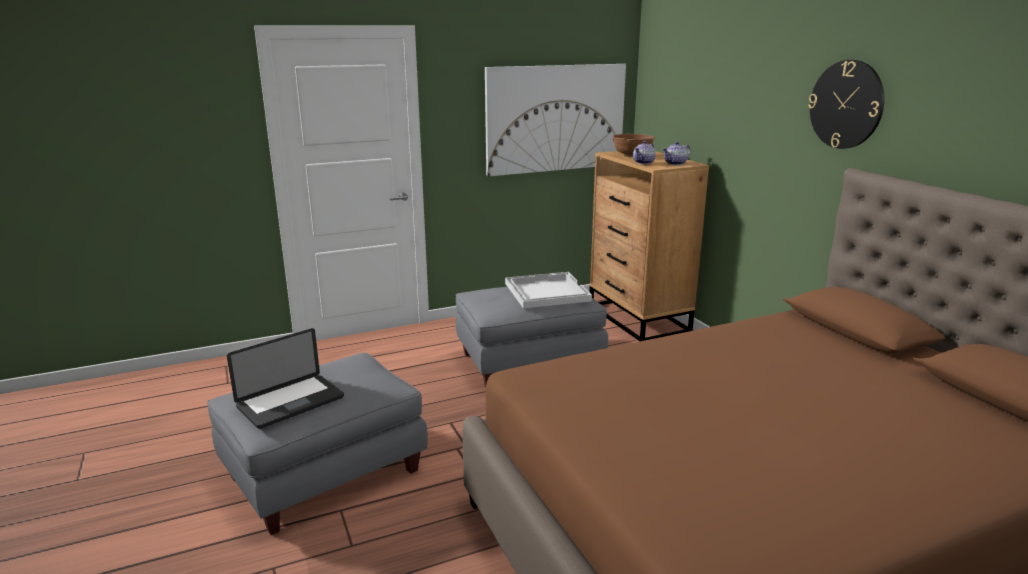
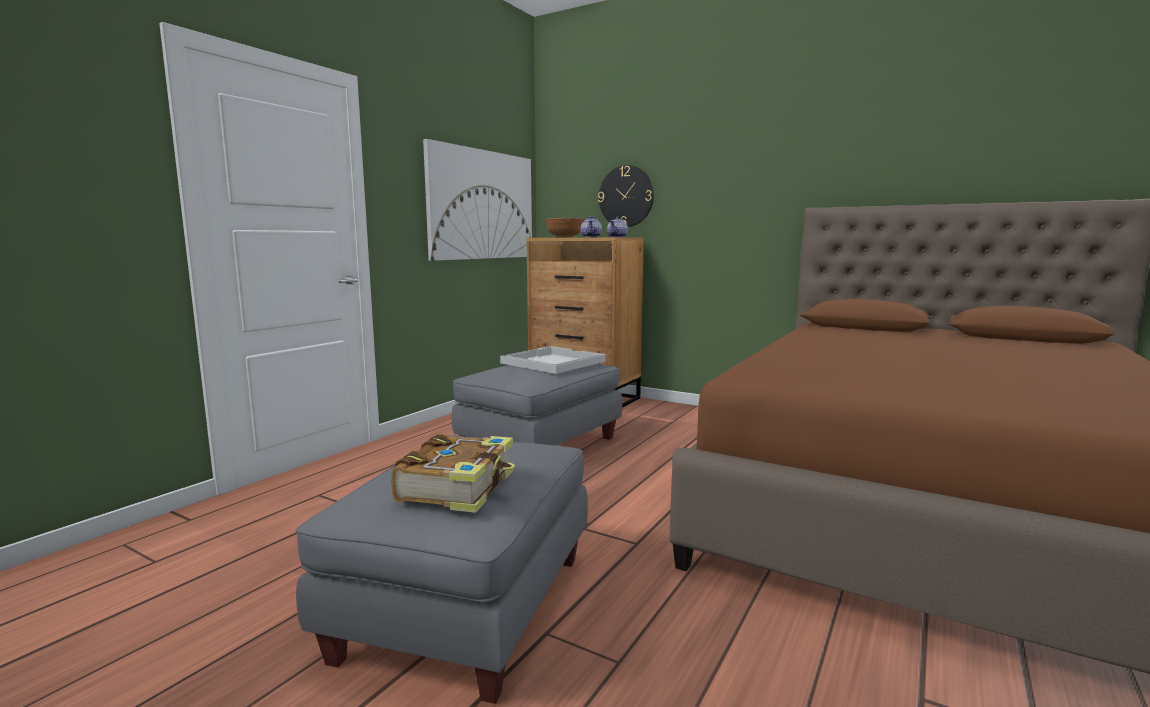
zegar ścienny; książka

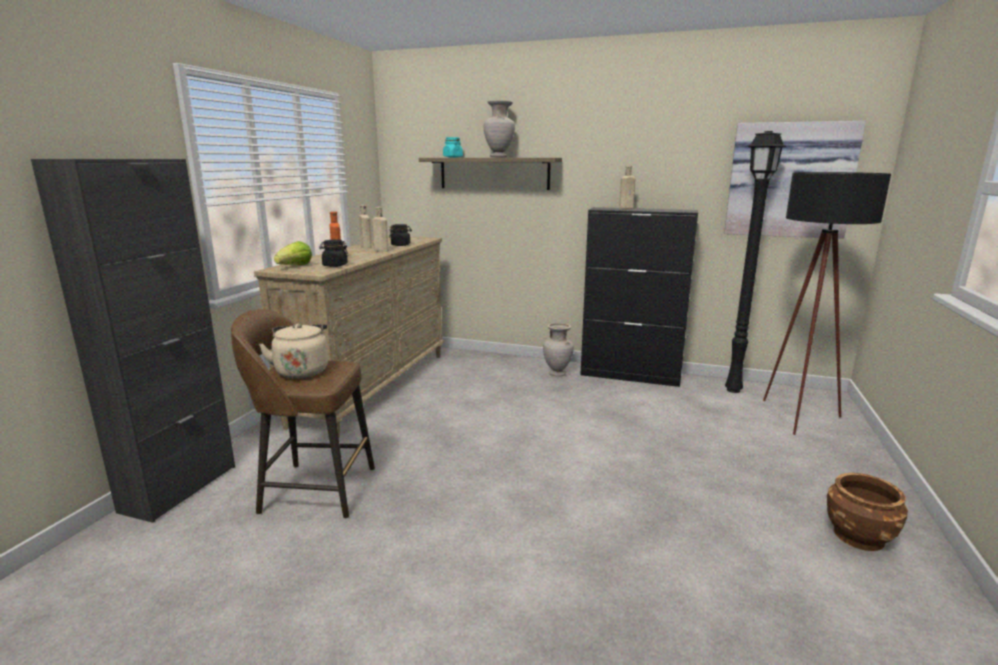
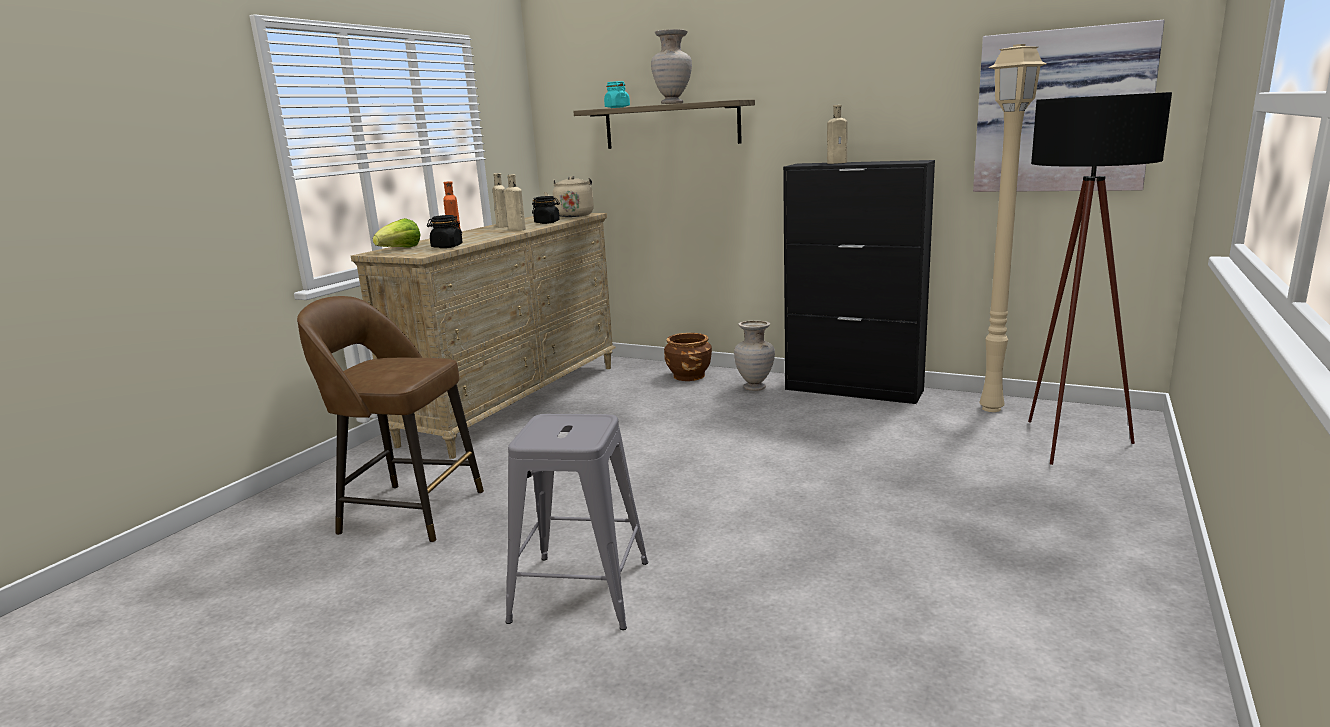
lampa stojąca [beżowy]; szafka [czarny] (1st from left in the first image); czajnik [beżowy]; donica [brązowy]; stołek [szary]

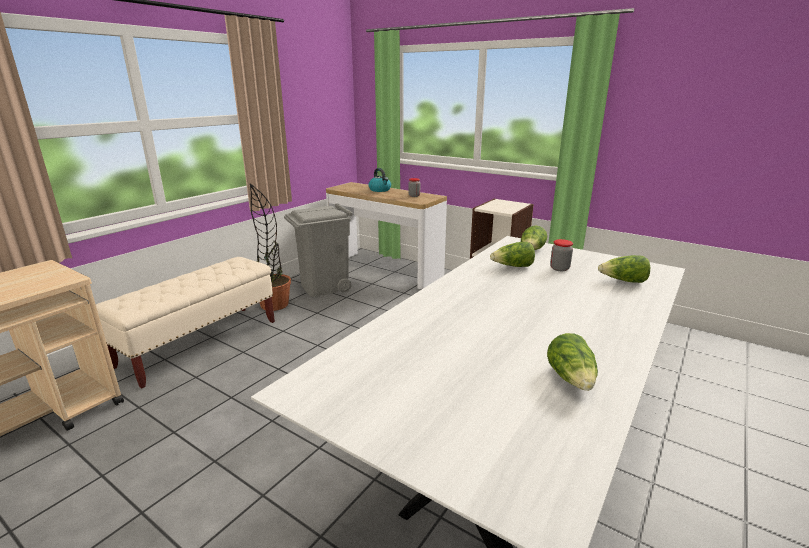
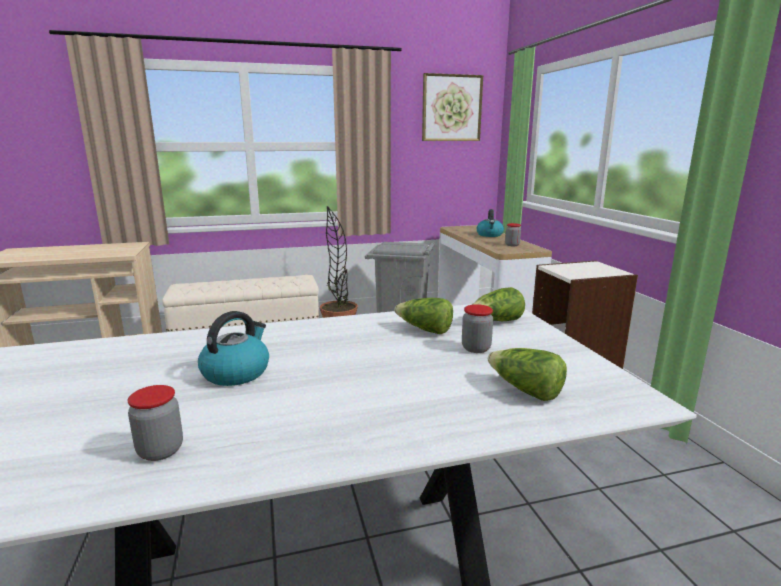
słoik (1st from left); obraz; czajnik (1st from left)

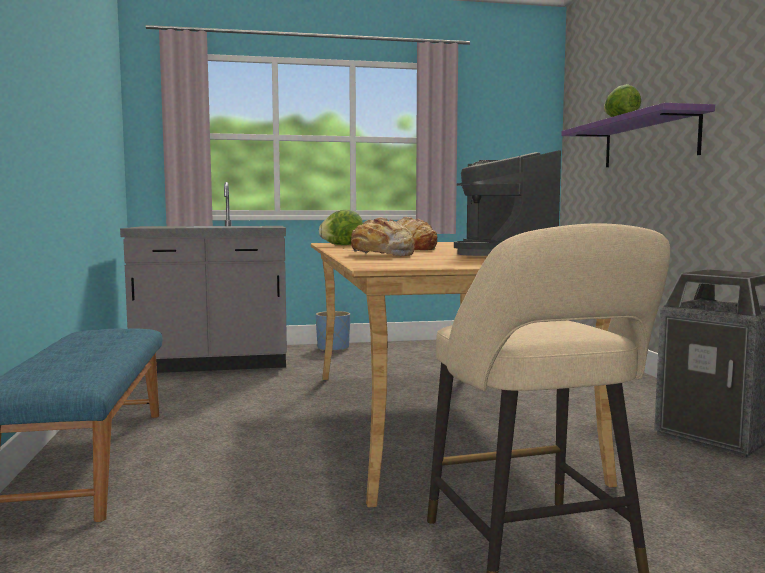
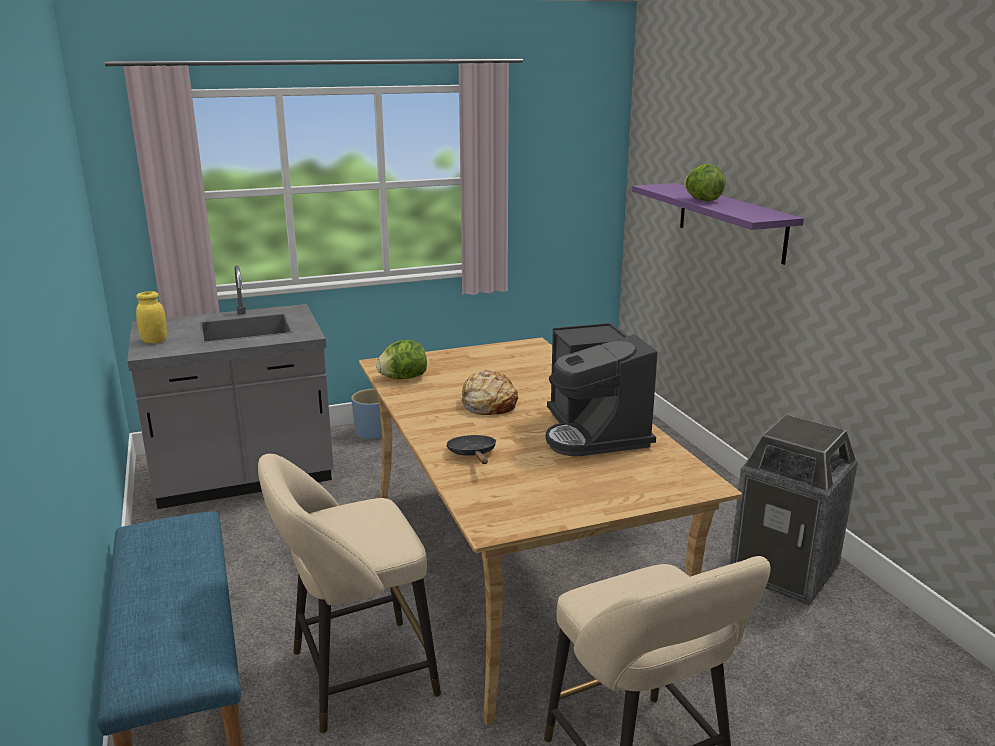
patelnia [czarny]; słoik [żółty]; stołek [beżowy] (1st from left)

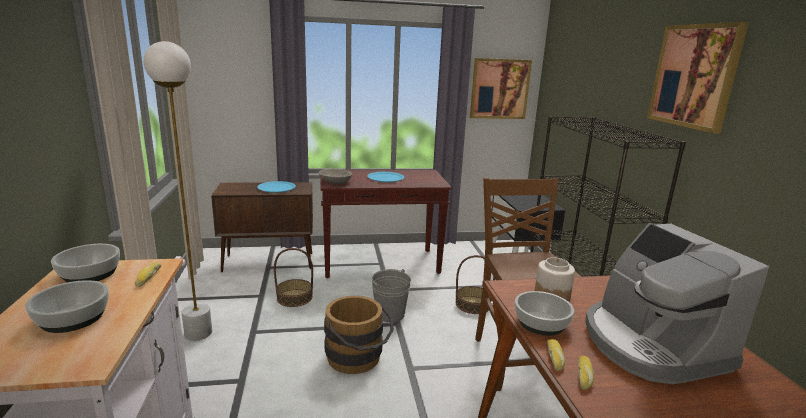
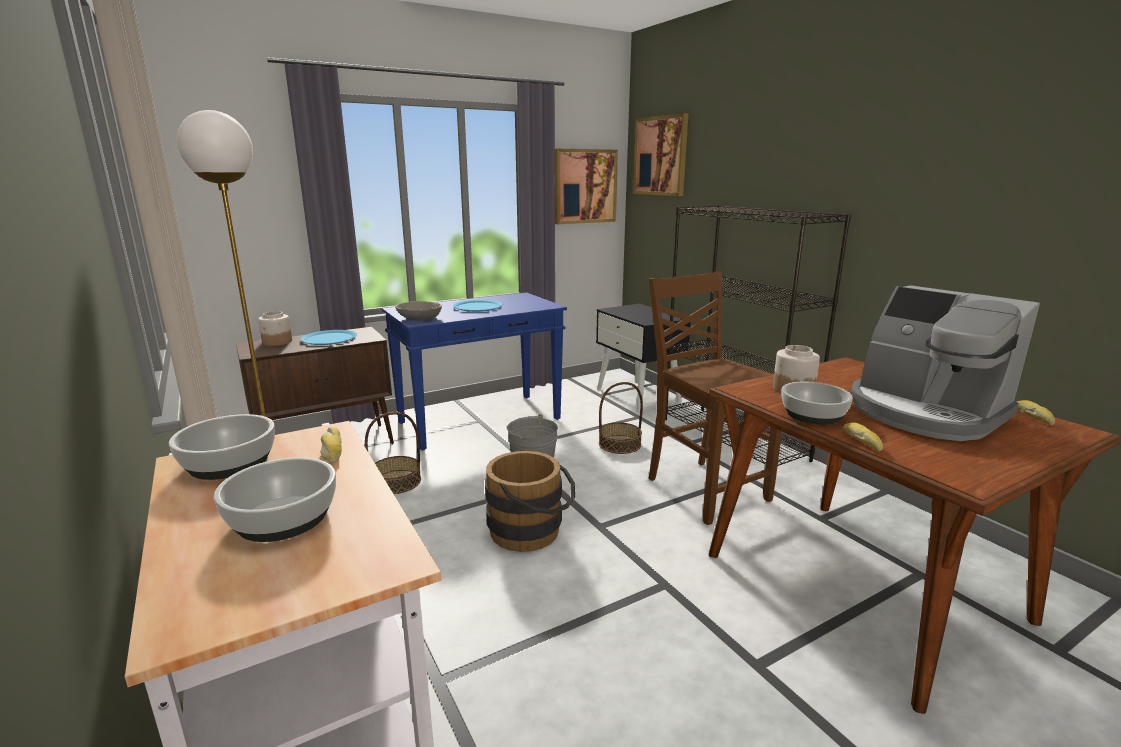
obraz (2nd from left); stolik konsolowy [niebieski]; chleb (3rd from left); słoik (1st from left)

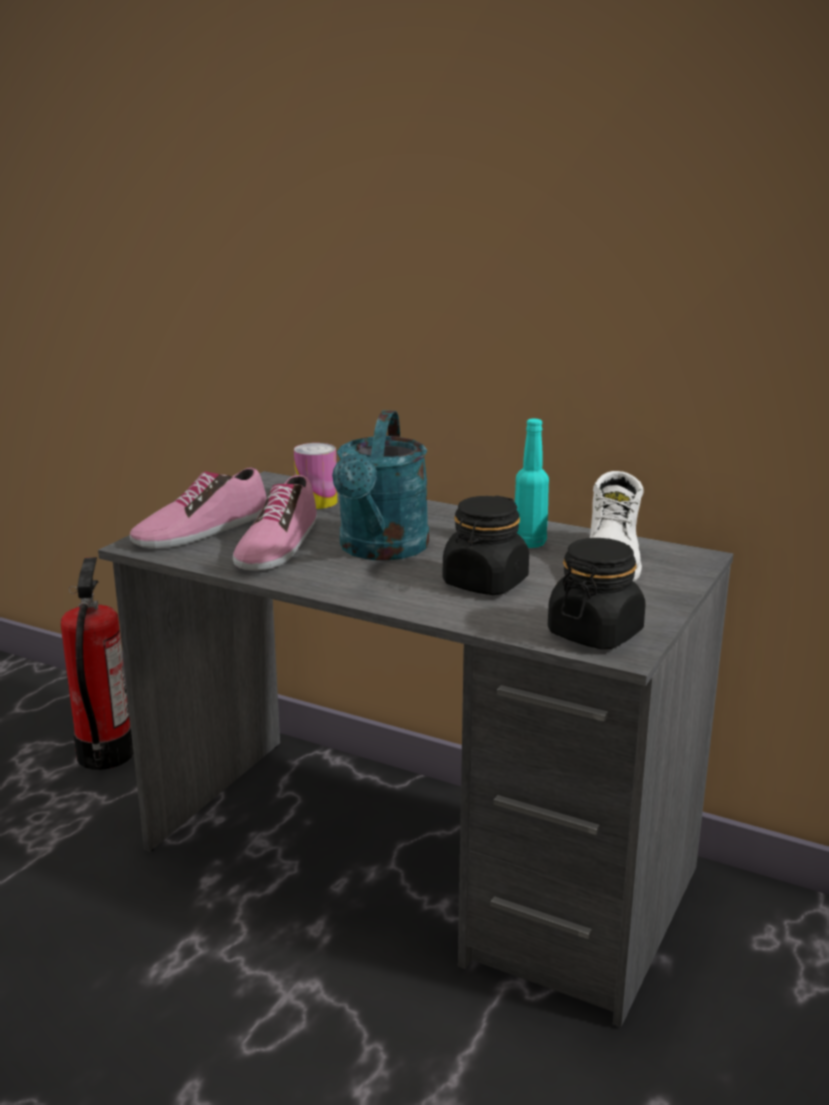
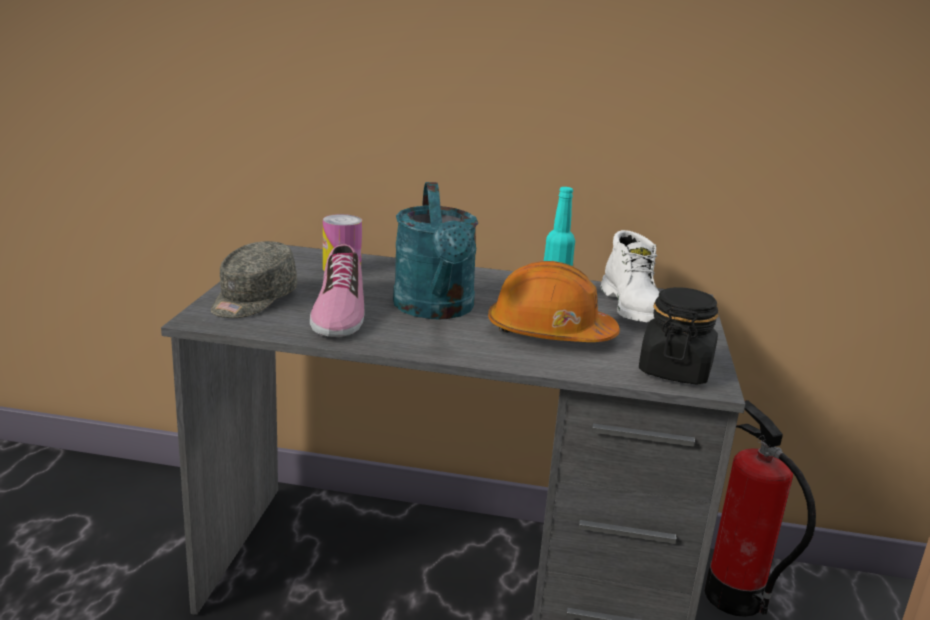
czapka z daszkiem [szary]; kask [pomarańczowy]; gaśnica

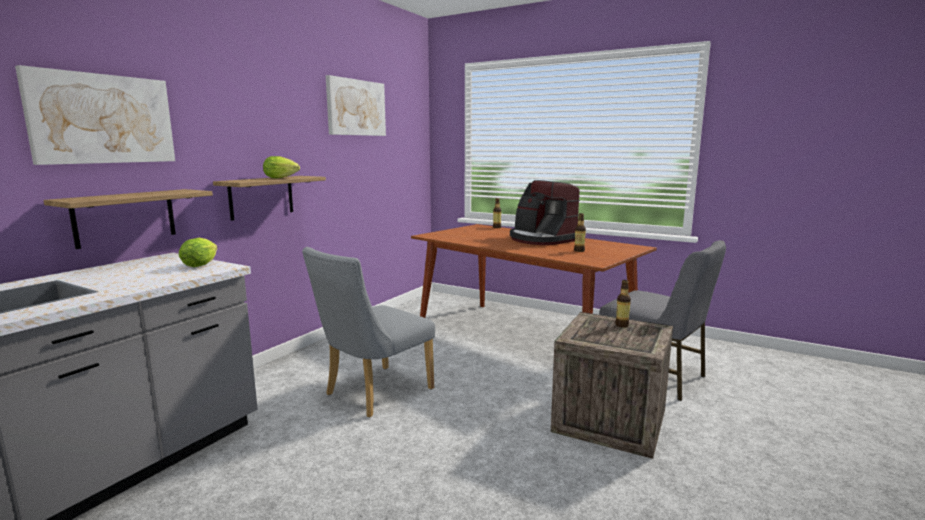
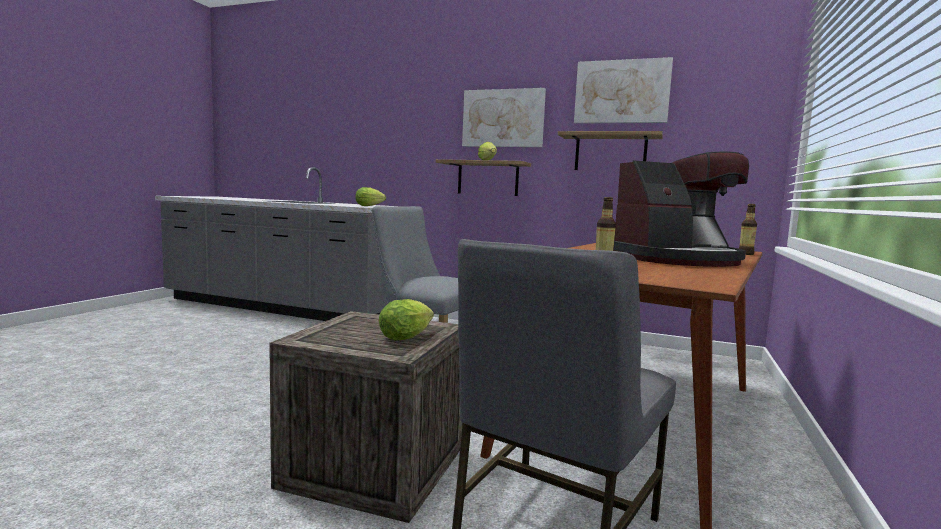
obraz (1st from left); ekspres do kawy; półka (2nd from left); sałata (2nd from left)

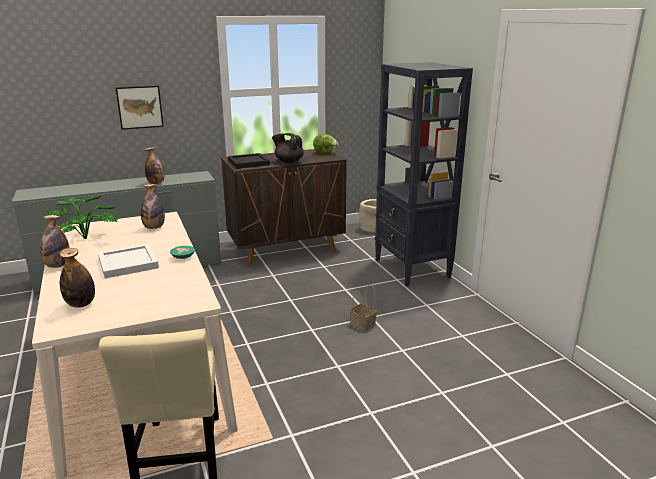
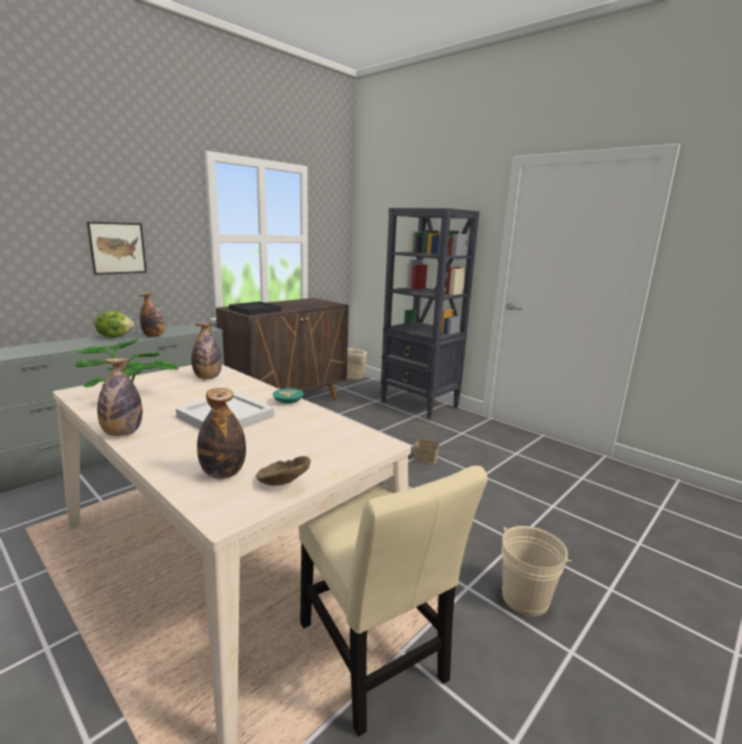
imbryk [czarny]; sałata; miska [brązowy]; wiadro [beżowy]

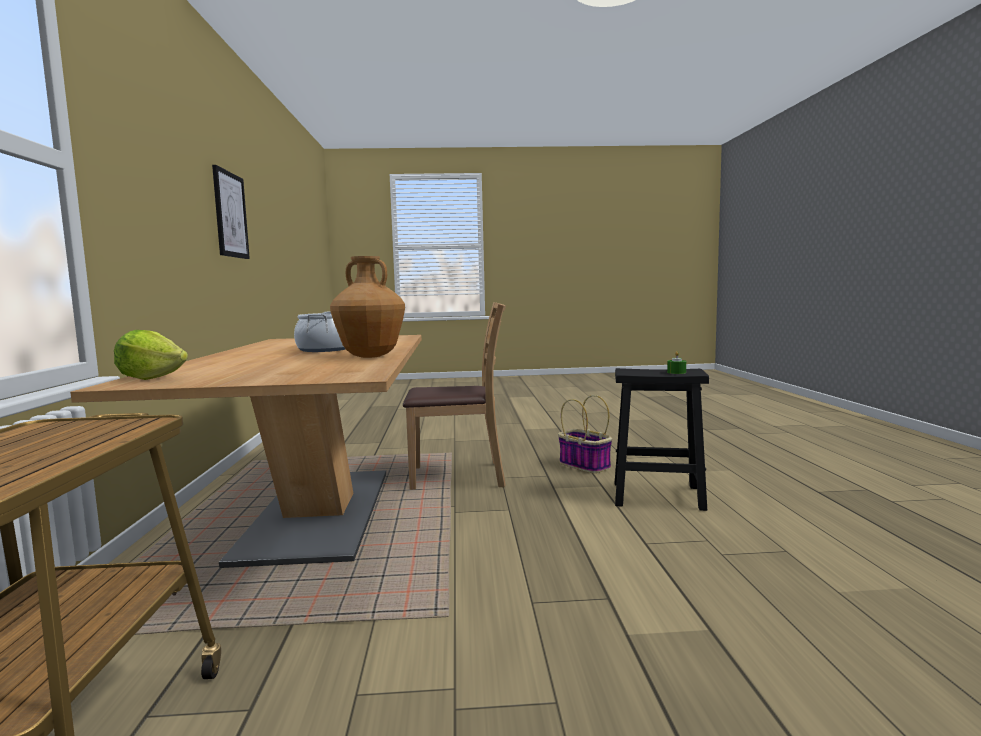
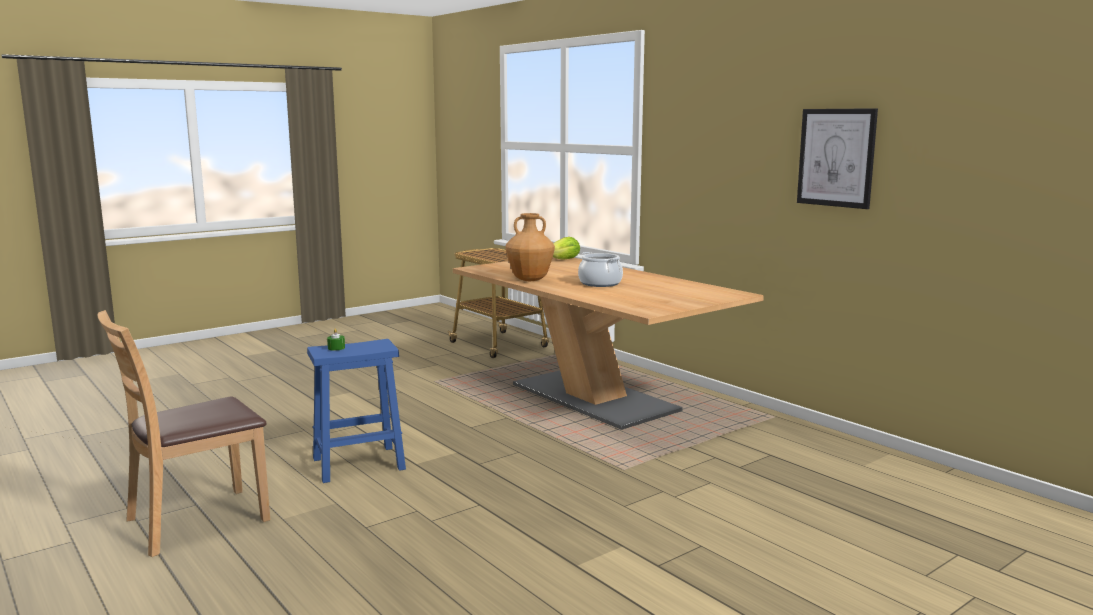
krzesło [brązowy]; stołek [niebieski]; koszyk

